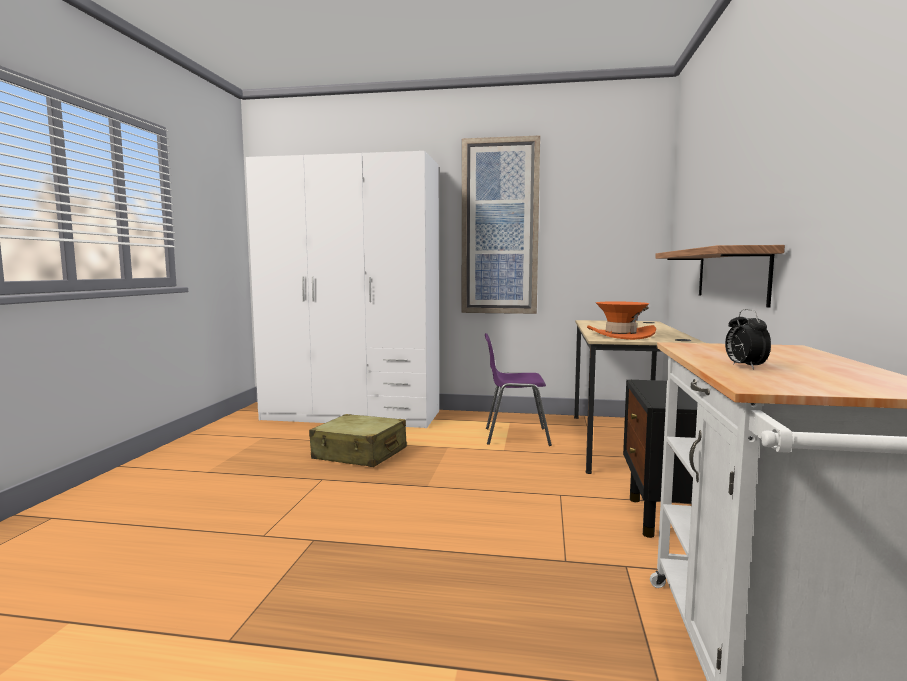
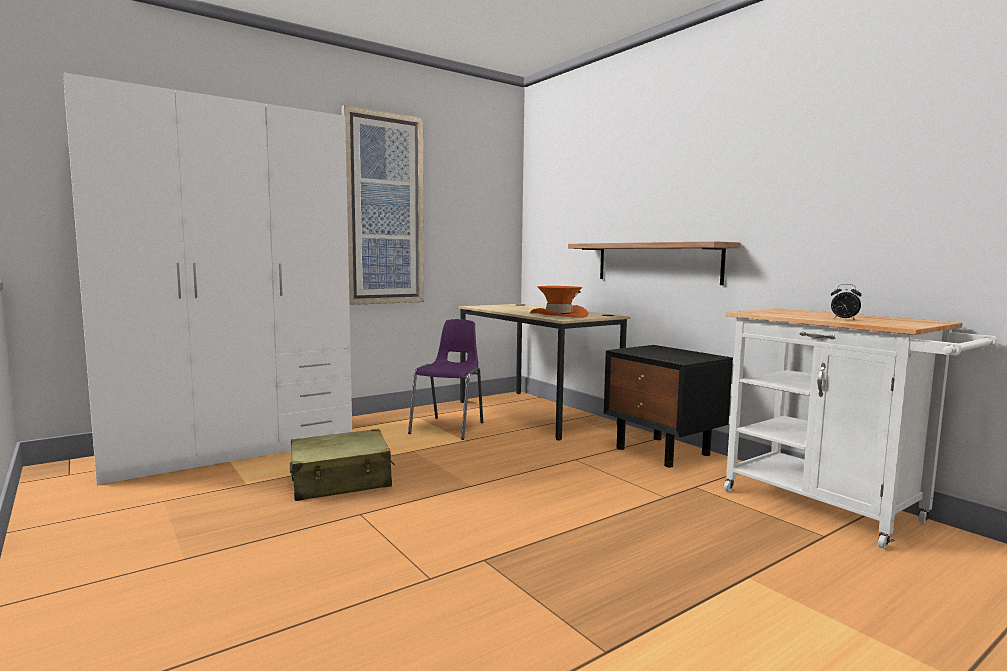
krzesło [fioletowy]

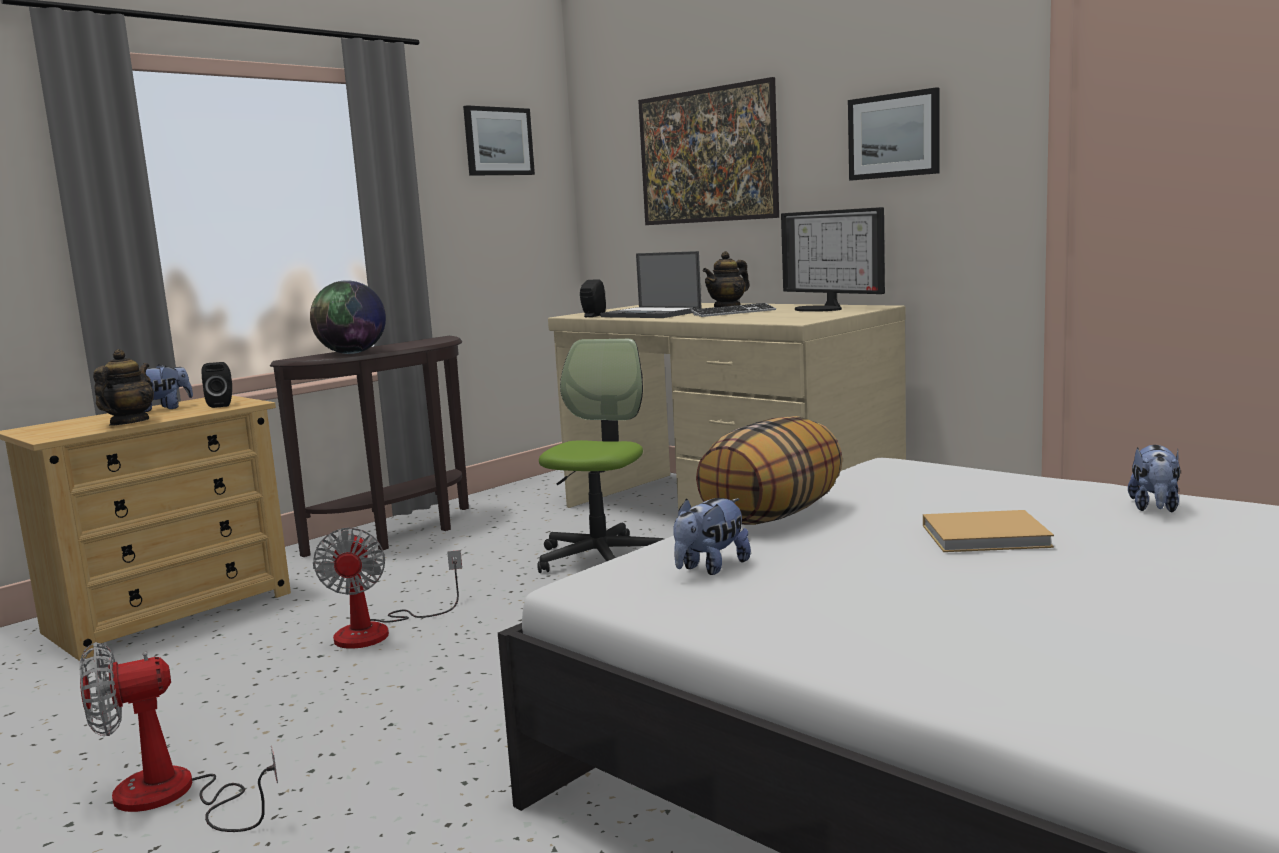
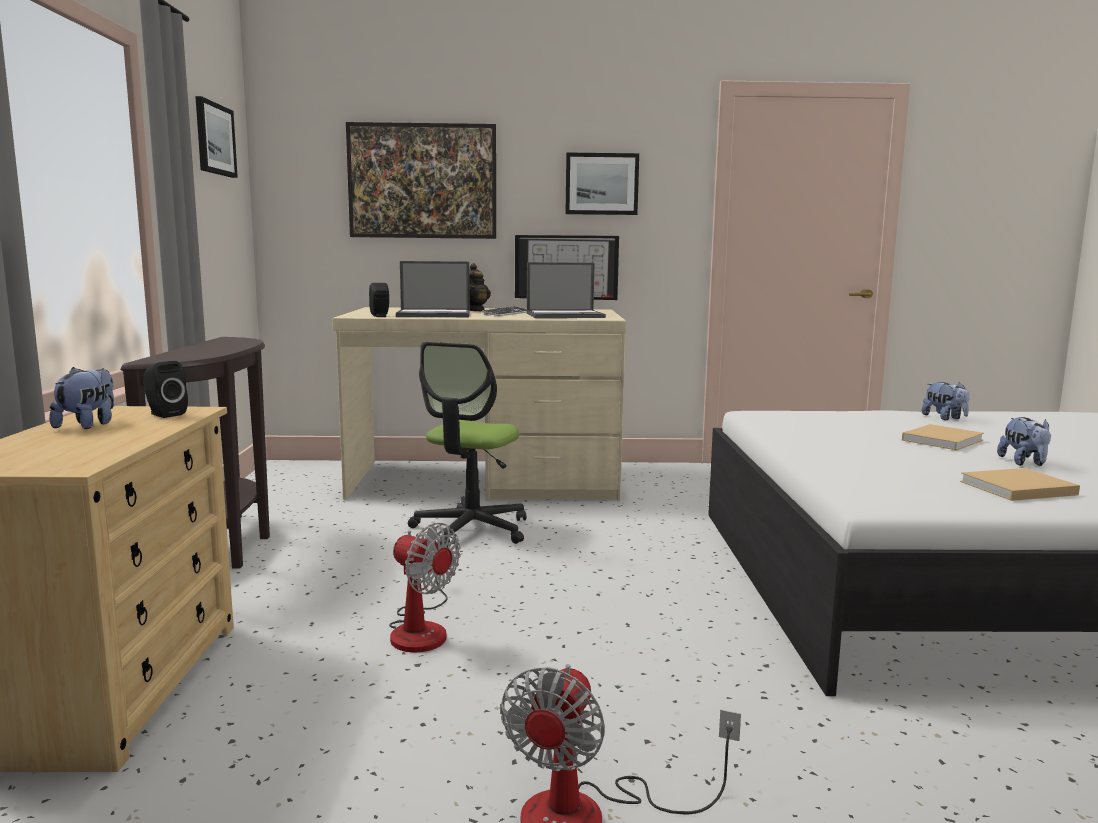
globus; krzesło biurowe; imbryk (1st from left in the first image); poduszka; pluszak (3rd from left); laptop (2nd from left); książka [beżowy] (2nd from left)

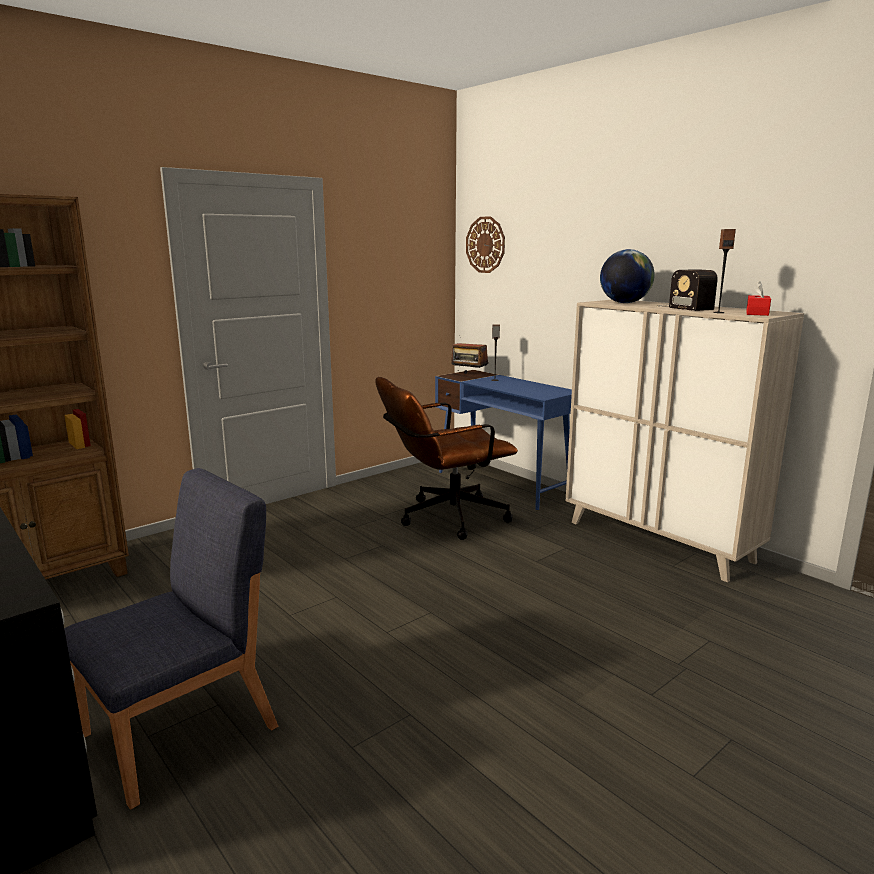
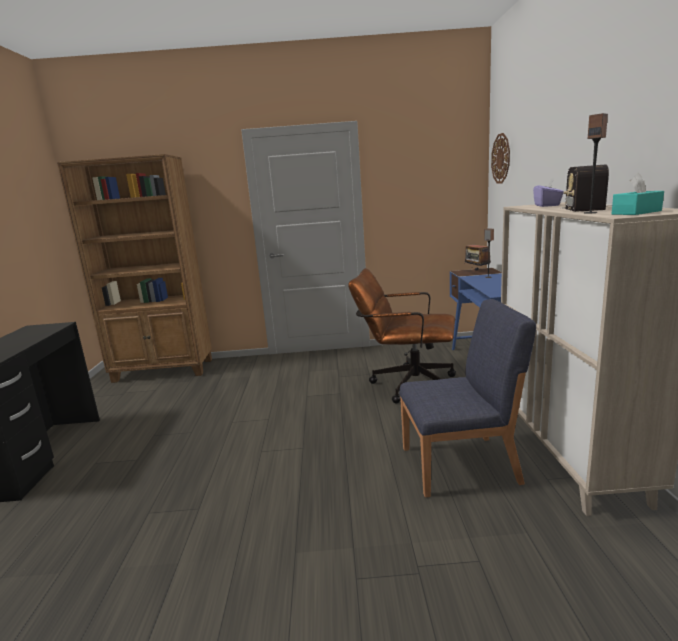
pudełko chusteczek [fioletowy]; pudełko chusteczek [turkusowy]; krzesło [niebieski]

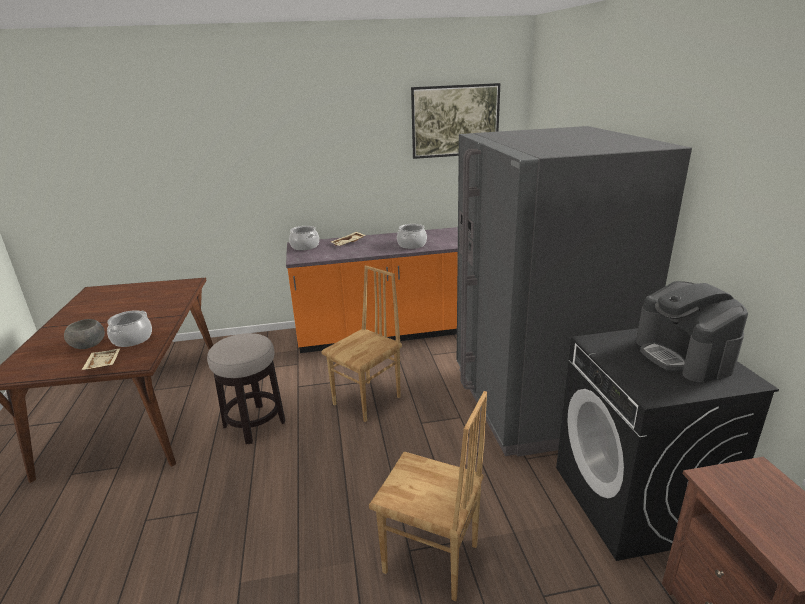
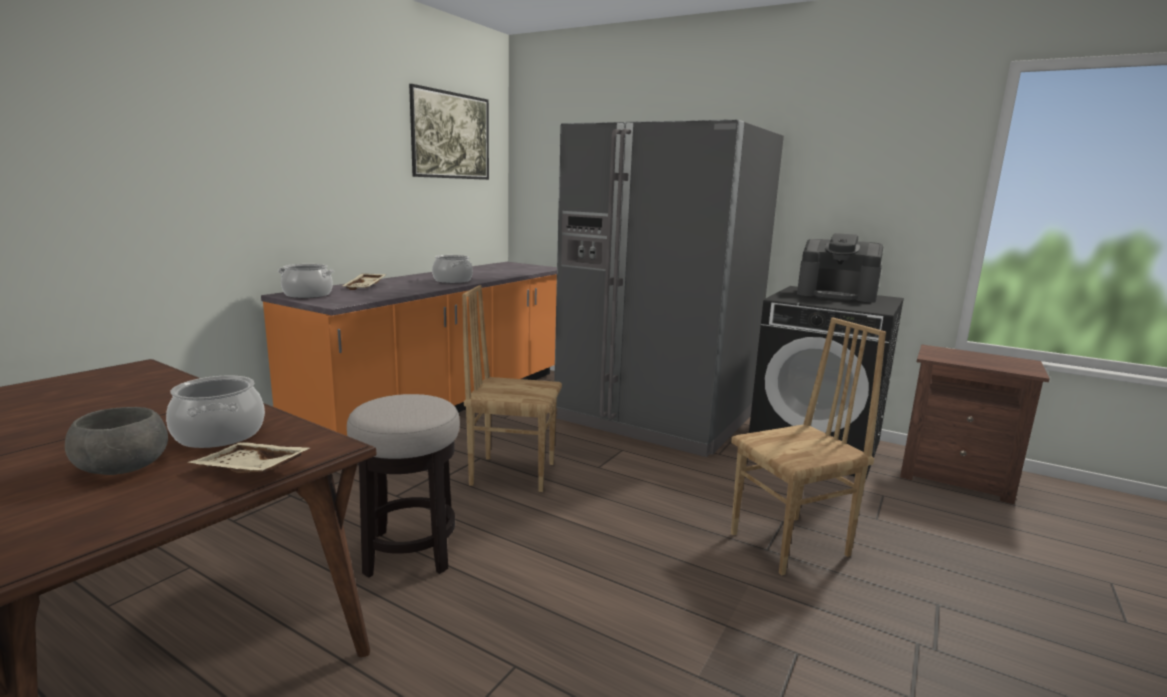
krzesło [brązowy] (1st from left)

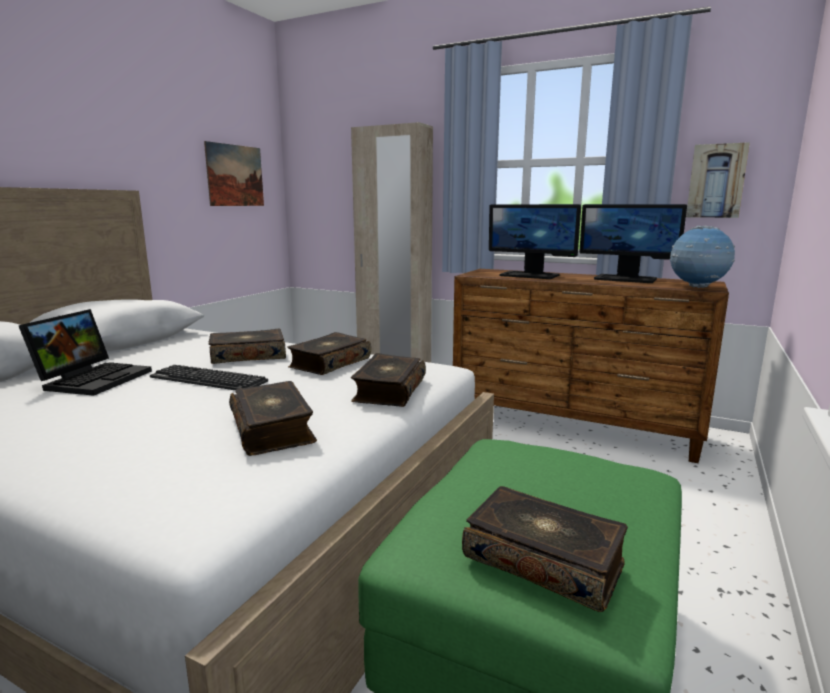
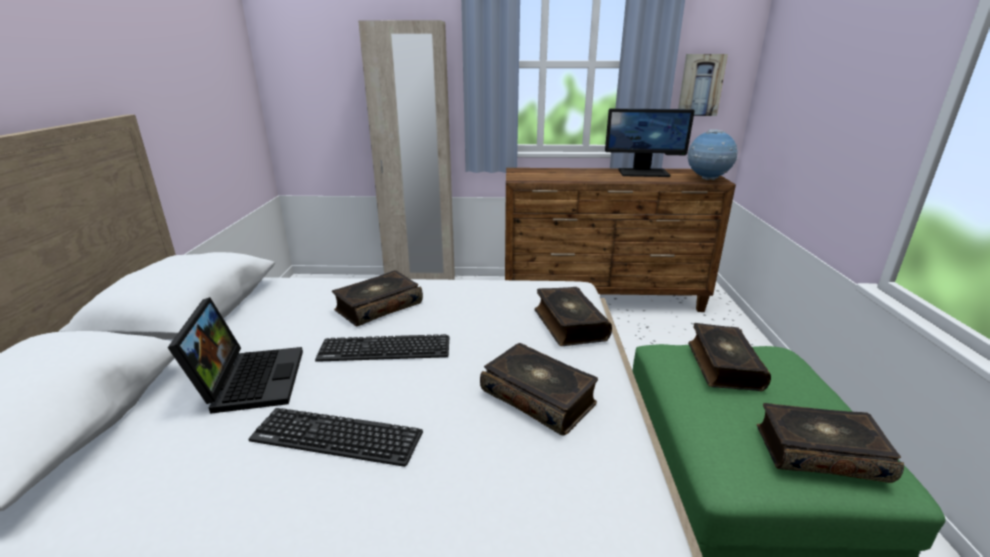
obraz (1st from left in the first image); monitor (1st from left in the first image); książka (4th from left); klawiatura (1st from left)

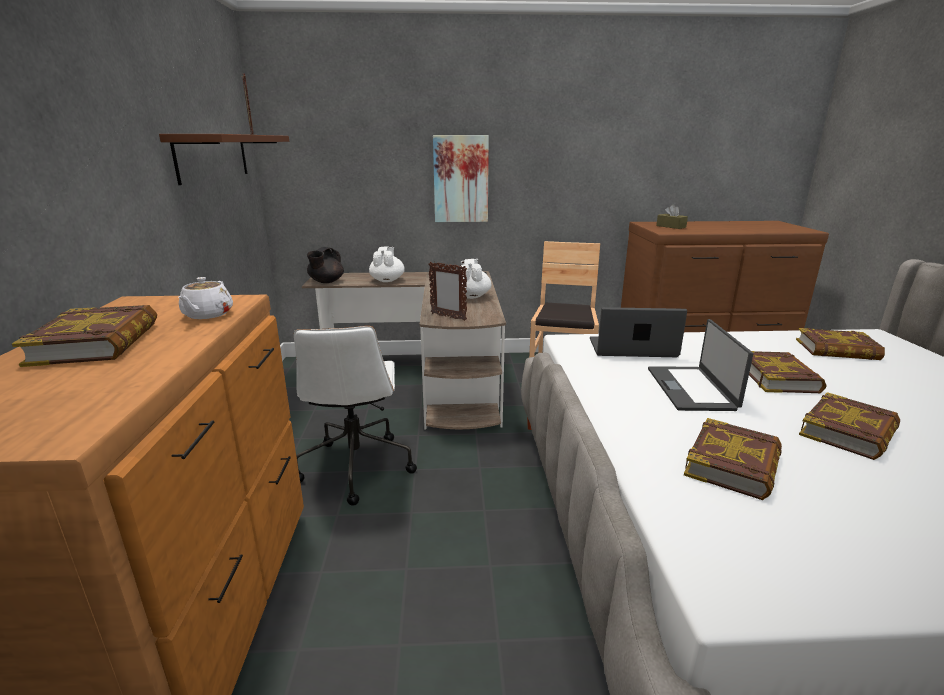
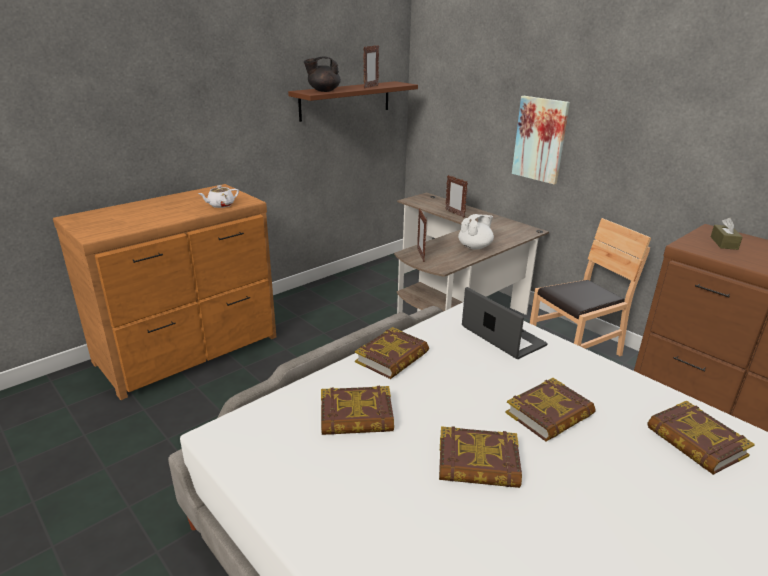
ramka na zdjęcie (3rd from left); imbryk [czarny]; książka (2nd from left); laptop (2nd from left in the first image); krzesło biurowe [biały]

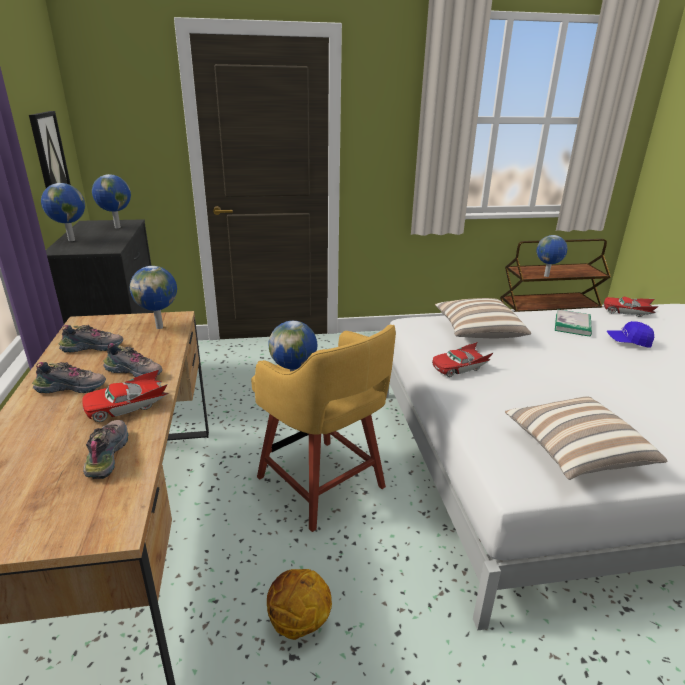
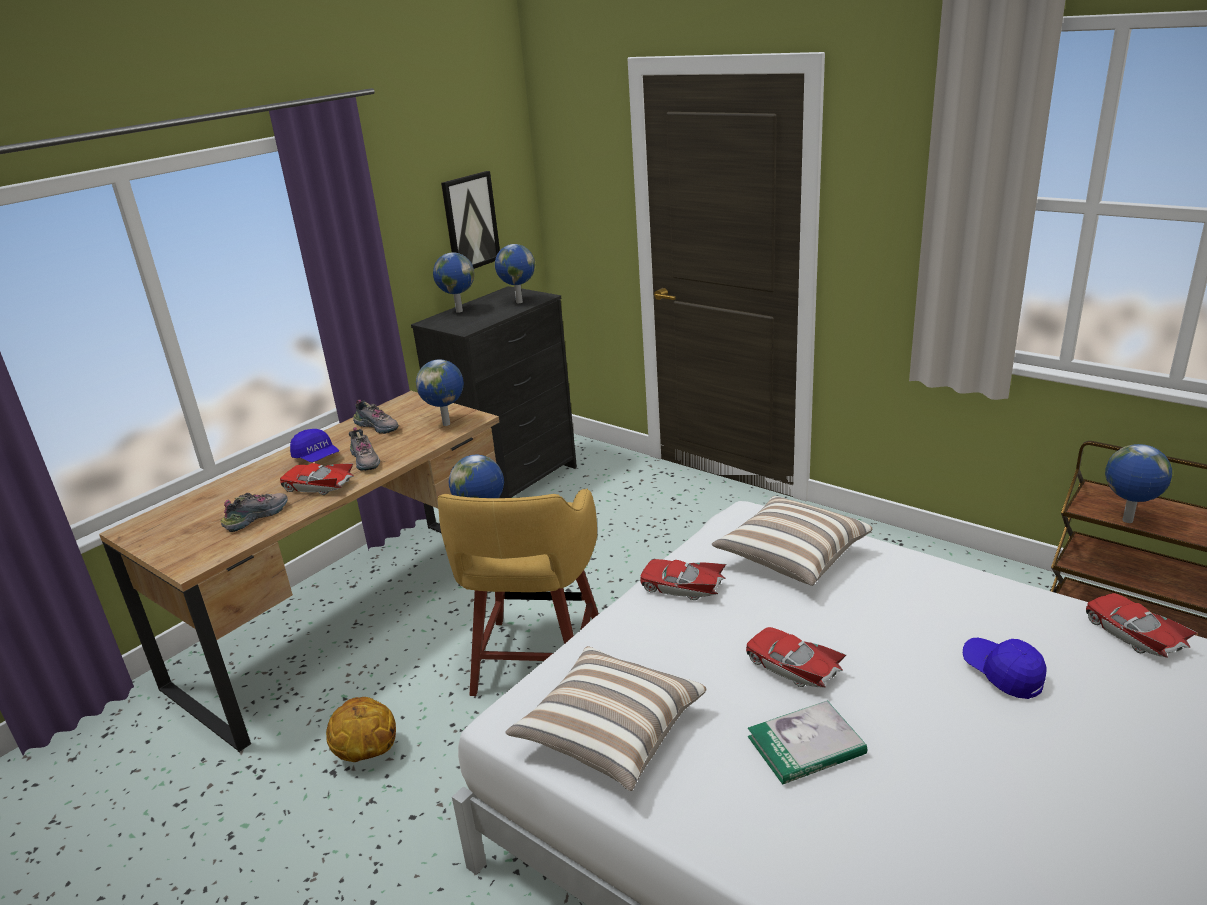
książka; czapka z daszkiem [niebieski] (1st from left); samochodzik [czerwony] (3rd from left)

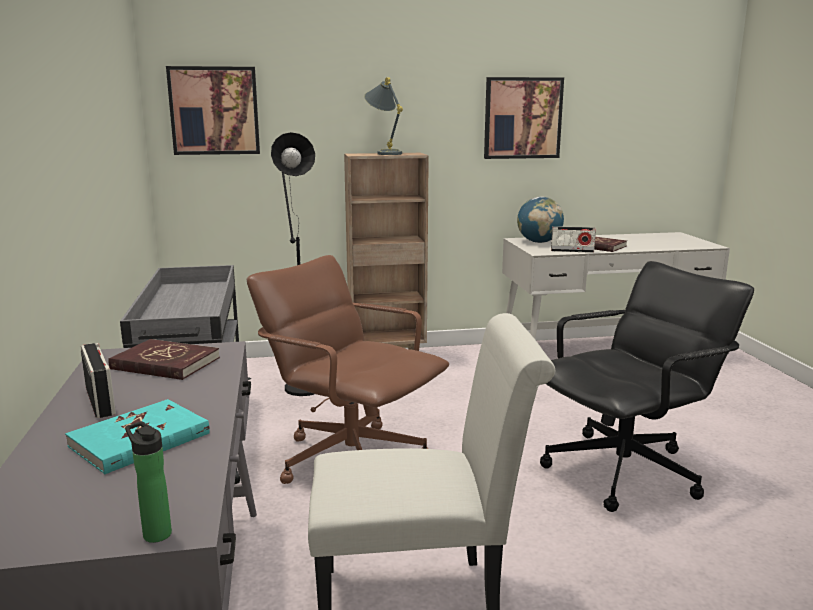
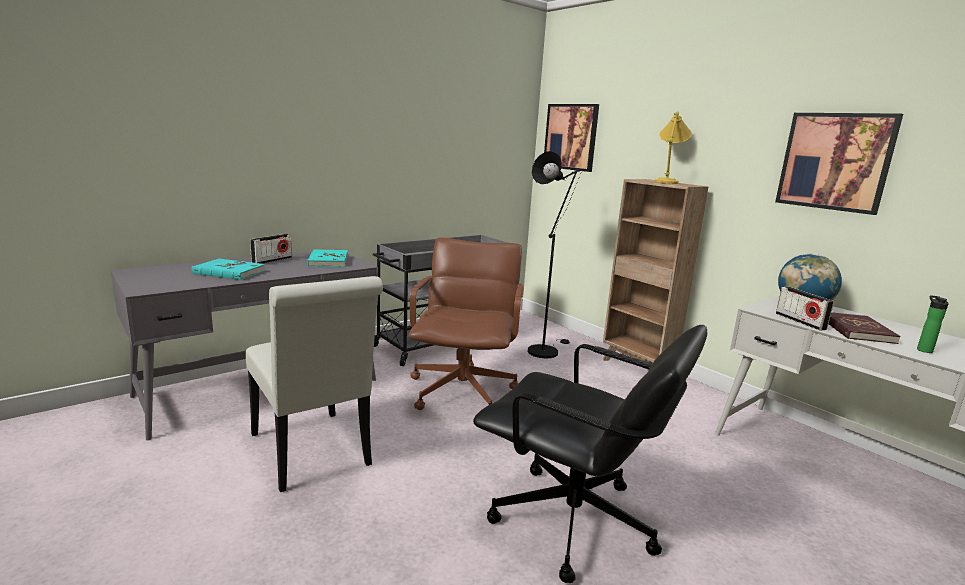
lampa stołowa [żółty]; książka [turkusowy] (2nd from left); butelka

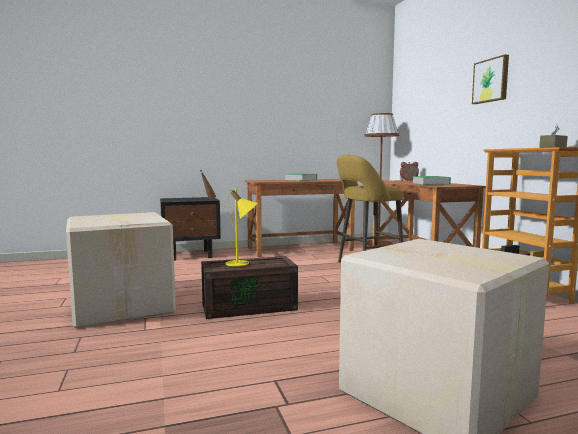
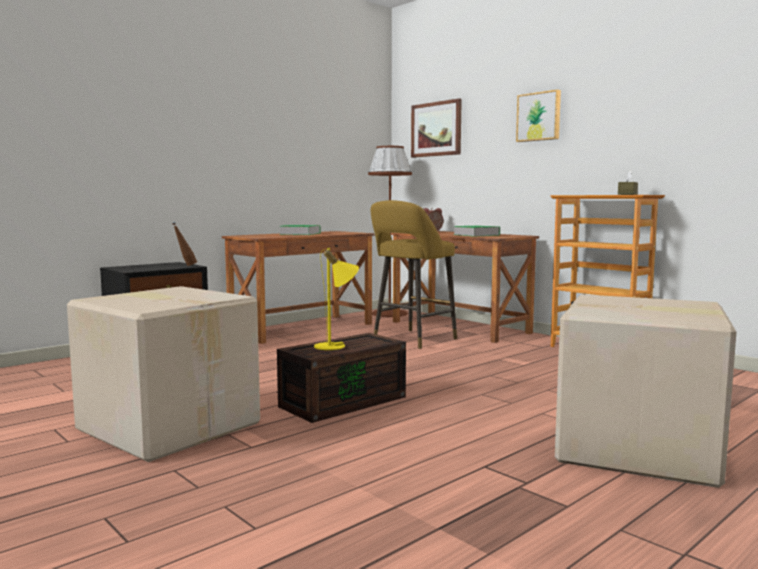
obraz (1st from left)

